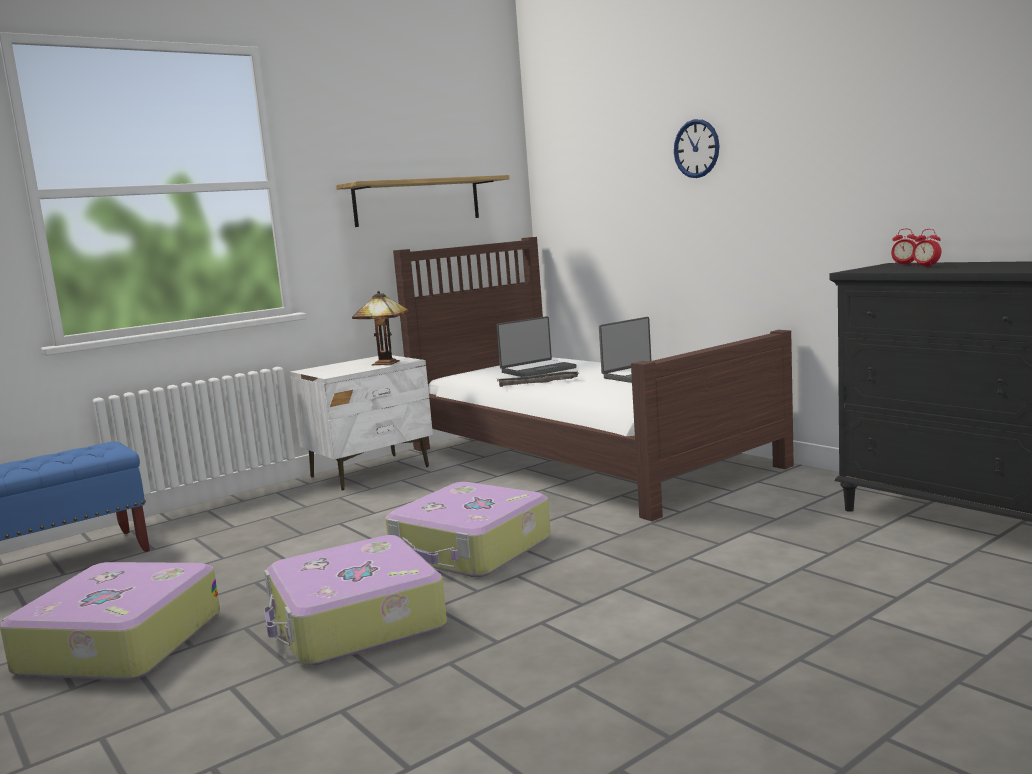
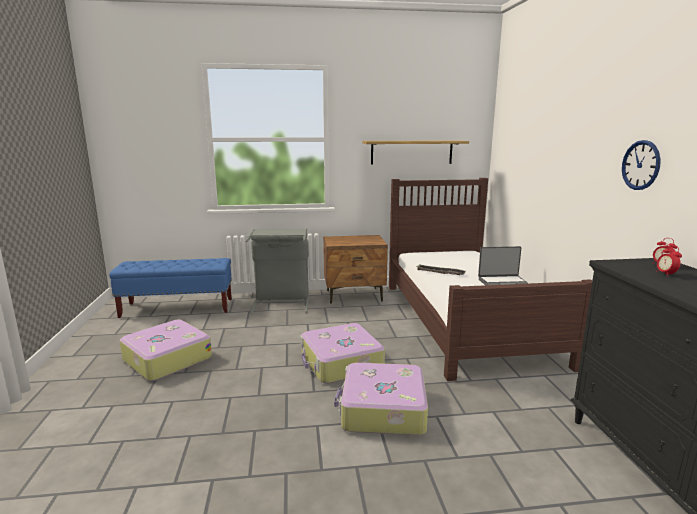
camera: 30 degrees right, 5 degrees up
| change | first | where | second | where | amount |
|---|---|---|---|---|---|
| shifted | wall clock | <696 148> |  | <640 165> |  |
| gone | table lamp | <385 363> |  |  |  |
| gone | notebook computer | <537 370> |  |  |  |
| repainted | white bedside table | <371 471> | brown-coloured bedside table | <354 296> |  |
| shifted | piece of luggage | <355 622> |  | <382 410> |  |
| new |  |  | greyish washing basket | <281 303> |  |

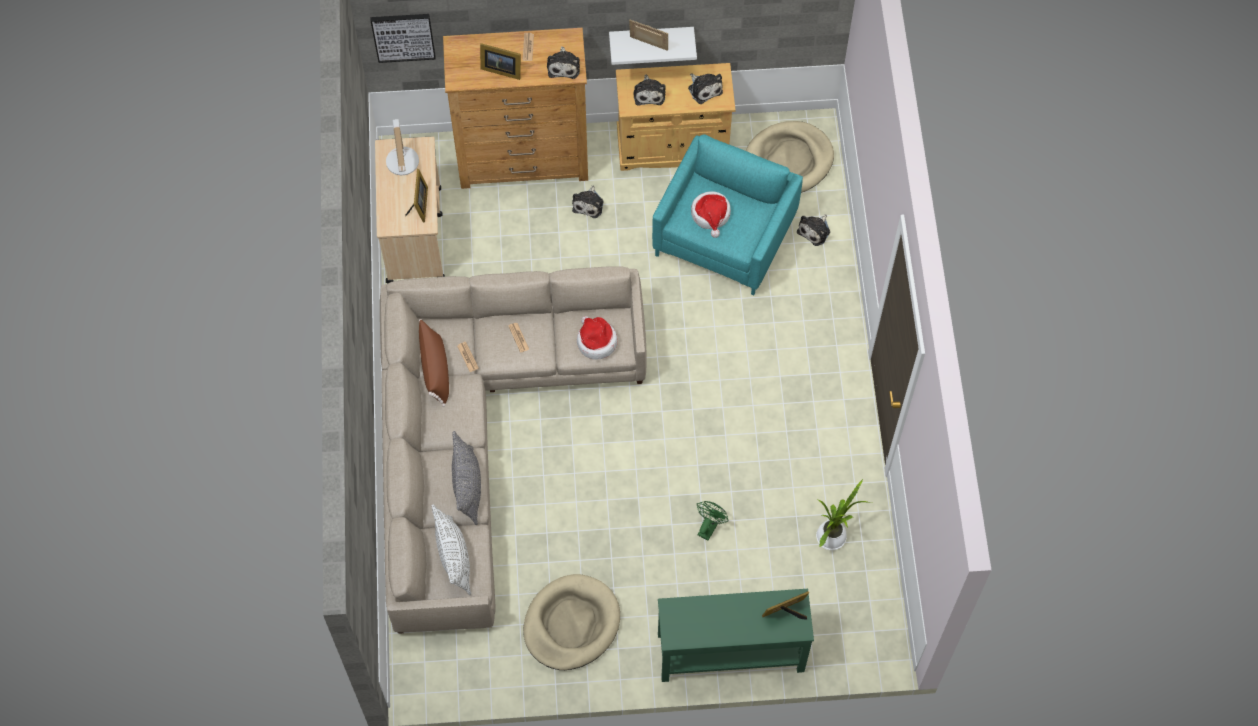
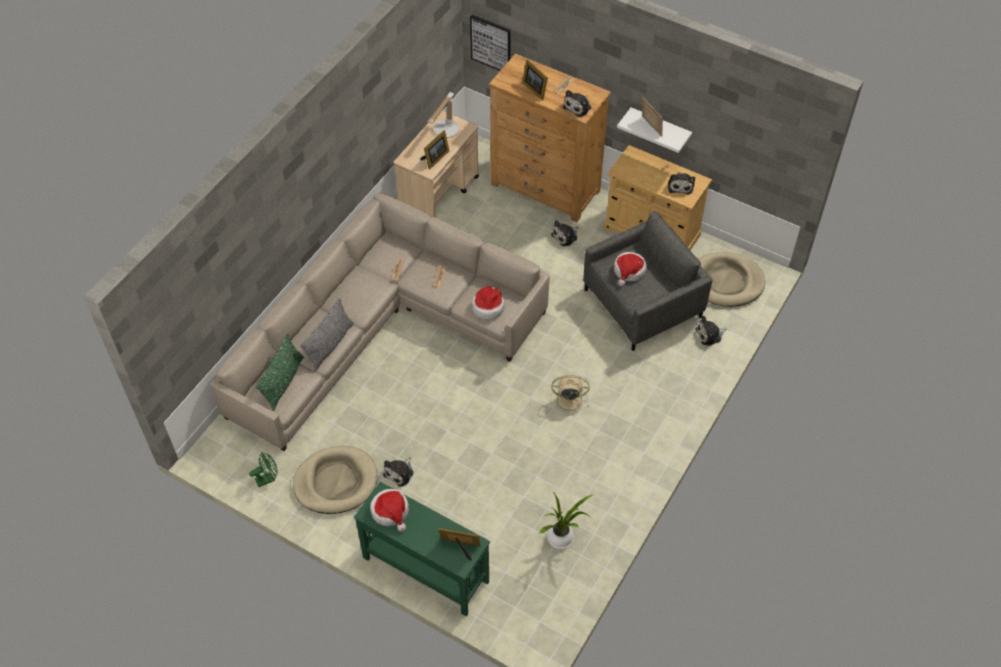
camera: 35 degrees right, 10 degrees down
| change | first | where | second | where | amount |
|---|---|---|---|---|---|
| shifted | cuddly toy | <649 93> |  | <400 473> |  |
| repainted | turquoise-coloured easy chair | <725 236> | greyish easy chair | <643 304> |  |
| gone | brown-coloured pillow | <435 369> |  |  |  |
| shifted | green-coloured cooling fan | <709 526> |  | <268 478> |  |
| repainted | white pillow | <454 557> | green-coloured pillow | <283 382> |  |
| new |  |  | sand-coloured cooling fan | <568 400> |  |
| new |  |  | hat | <391 511> |  |

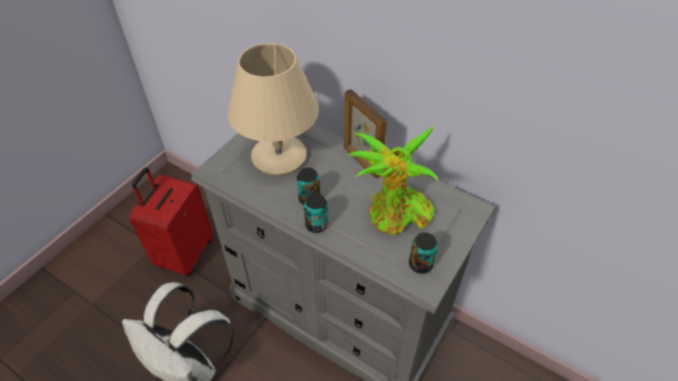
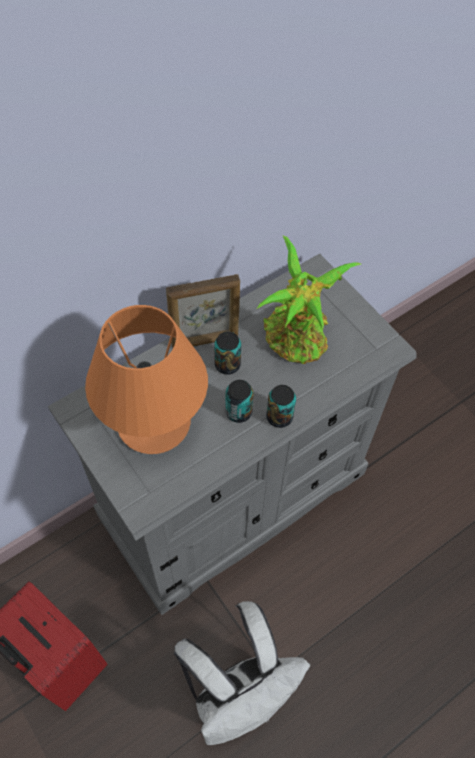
camera: 70 degrees left, 10 degrees up
| change | first | where | second | where | amount |
|---|---|---|---|---|---|
| repainted | sand-coloured table lamp | <279 156> | orangey table lamp | <154 422> |  |
| shifted | metal can | <420 264> |  | <227 365> |  |

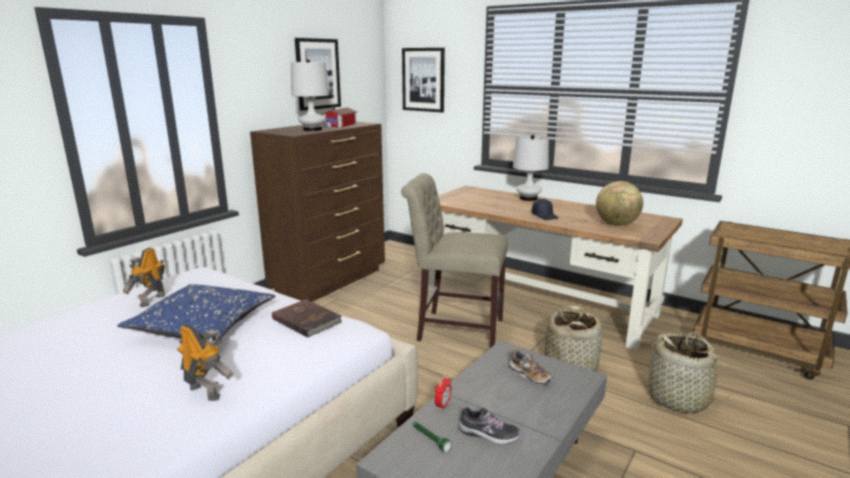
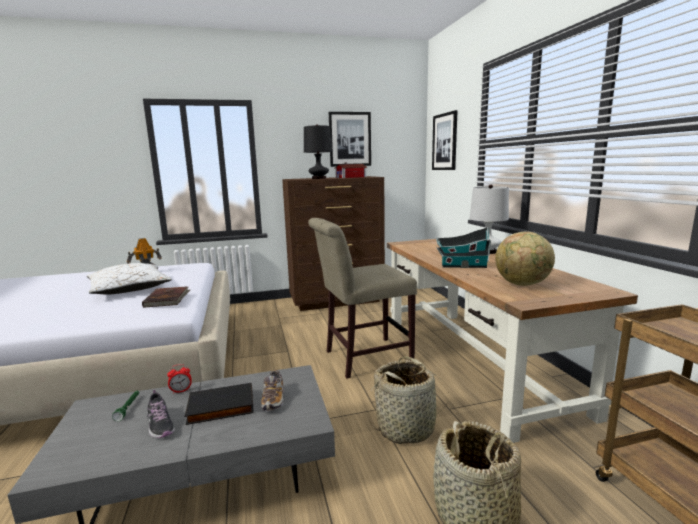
camera: 40 degrees right, 5 degrees down
| change | first | where | second | where | amount |
|---|---|---|---|---|---|
| repainted | white table lamp | <312 129> | blackish table lamp | <319 178> |  |
| rotated | sand-coloured chair | <455 329> |  | <363 357> | 75 degrees counterclockwise |
| swapped | blackish cap | <545 216> | miniature house | <462 266> |  |
| repainted | bluish pillow | <203 326> | white pillow | <129 289> |  |
| gone | toy robot | <206 391> |  |  |  |
| new |  |  | blackish bound book | <220 408> |  |

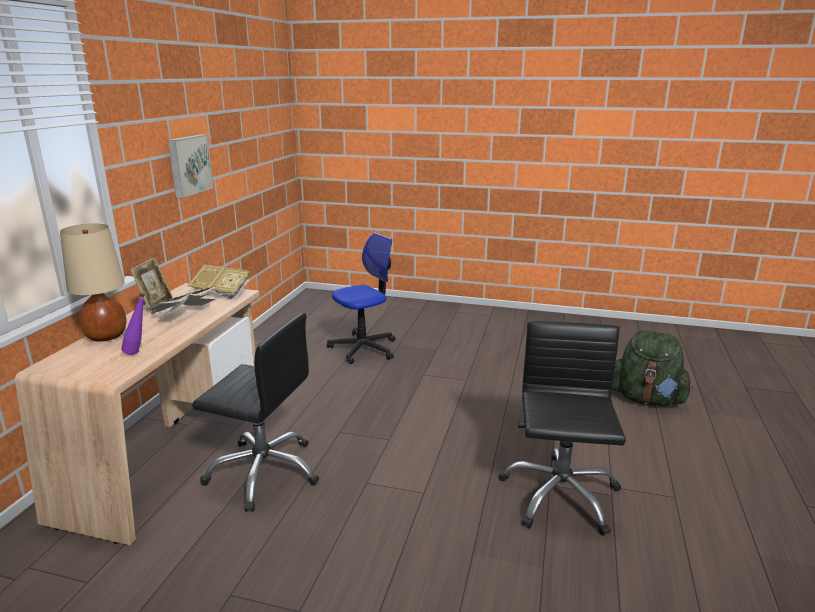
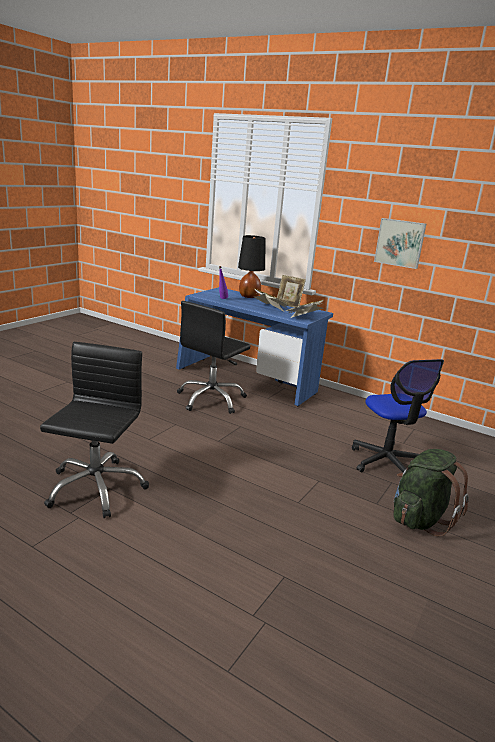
camera: 105 degrees right, 0 degrees up
| change | first | where | second | where | amount |
|---|---|---|---|---|---|
| repainted | sand-coloured table lamp | <105 336> | blackish table lamp | <249 296> |  |
| repainted | sand-coloured desk unit | <172 454> | bluish desk unit | <247 381> |  |
| rotated | blackish desk chair | <559 495> |  | <95 488> | 105 degrees counterclockwise |
| shifted | green-coloured knapsack | <646 399> |  | <420 519> |  |

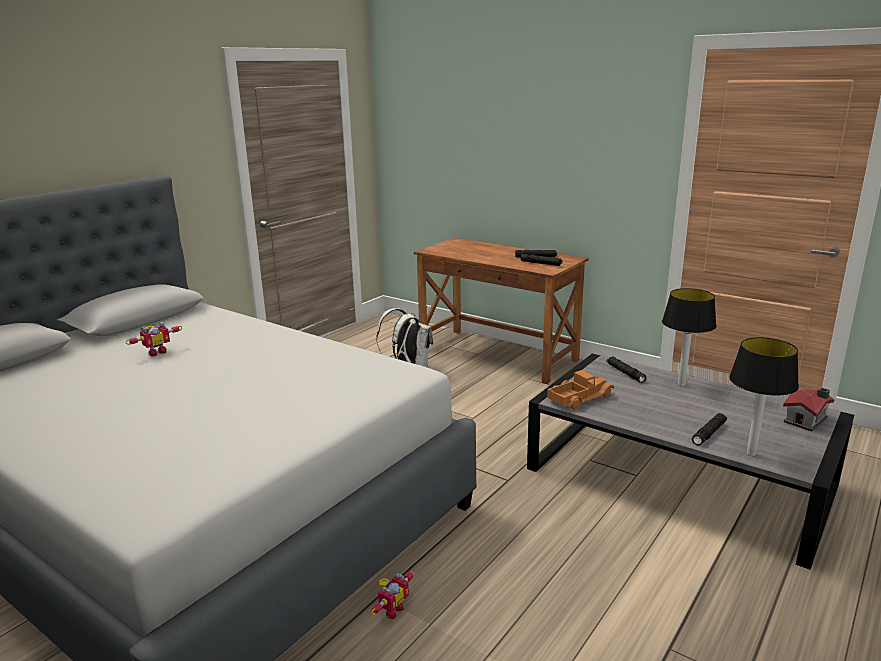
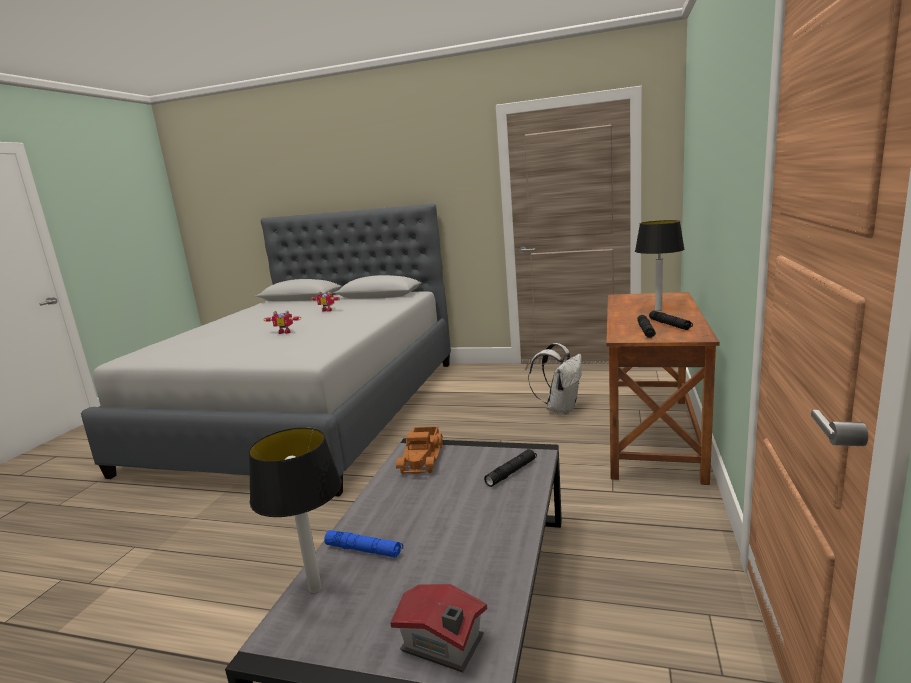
camera: 70 degrees right, 5 degrees down
| change | first | where | second | where | amount |
|---|---|---|---|---|---|
| shifted | table lamp | <681 385> |  | <658 310> |  |
| rotated | toy lorry | <578 398> |  | <423 458> | 60 degrees clockwise |
| repainted | blackish hand torch | <709 433> | bluish hand torch | <364 550> |  |
| shifted | toy robot | <391 609> |  | <286 332> |  |

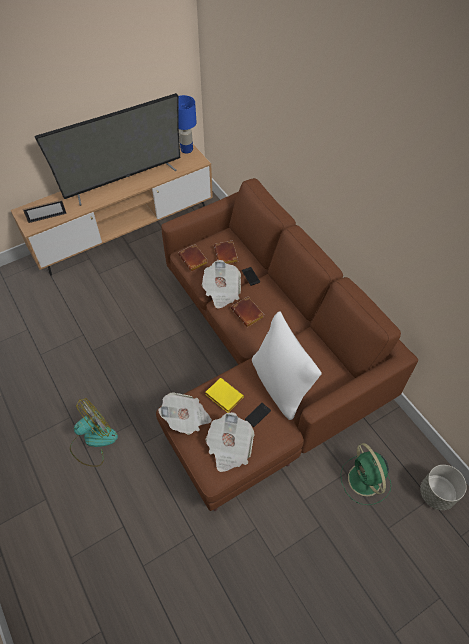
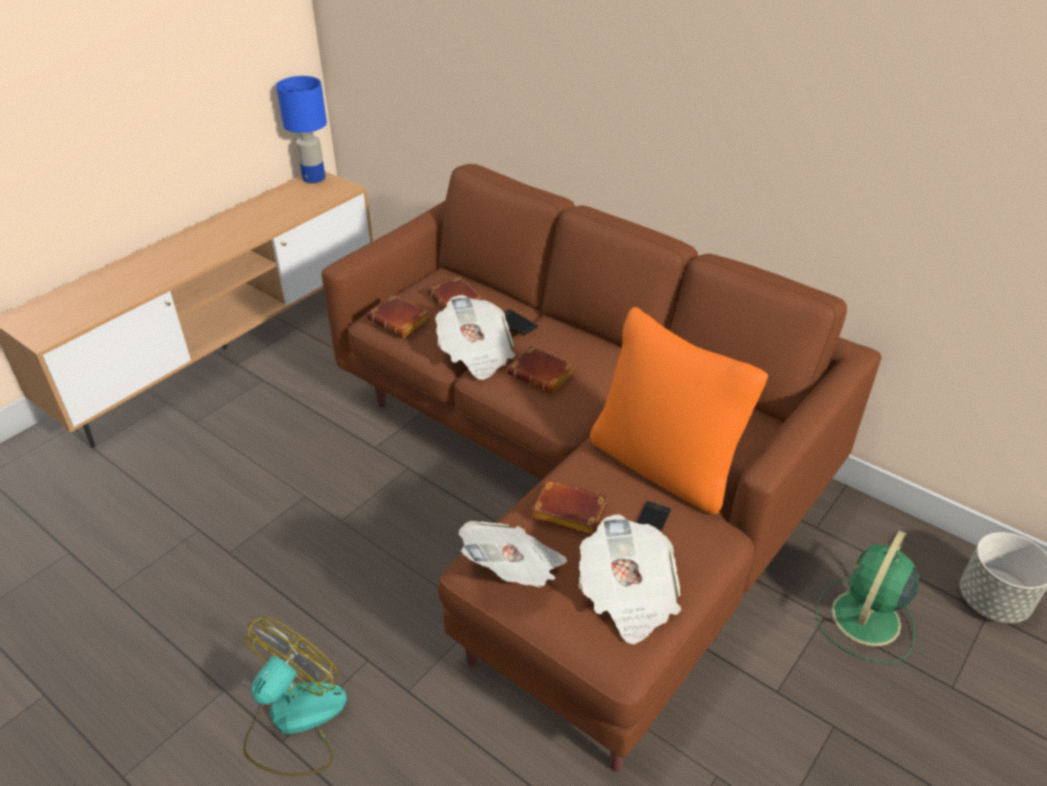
camera: 20 degrees left, 15 degrees down
| change | first | where | second | where | amount |
|---|---|---|---|---|---|
| gone | TV | <123 180> |  |  |  |
| gone | standing frame | <47 217> |  |  |  |
| repainted | white pillow | <281 385> | orangey pillow | <664 465> |  |
| repainted | yellow bound book | <223 396> | brown-coloured bound book | <566 513> |  |
| rotated | green-coloured cooling fan | <365 481> |  | <864 620> | 75 degrees clockwise |

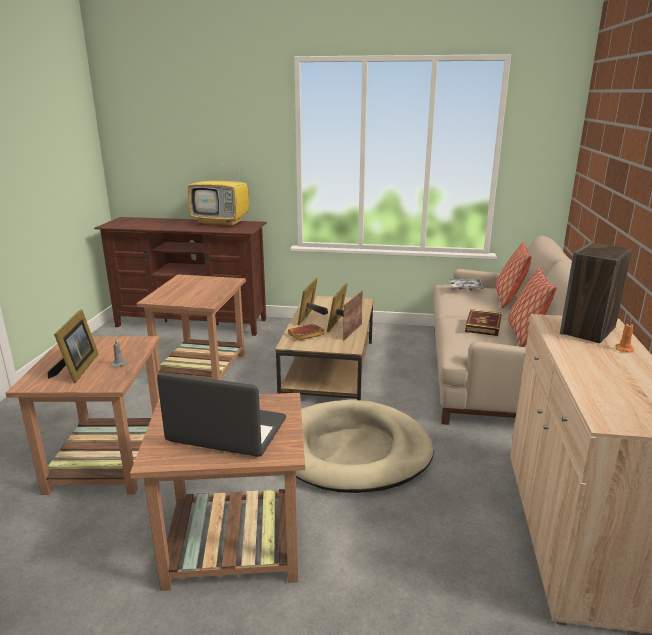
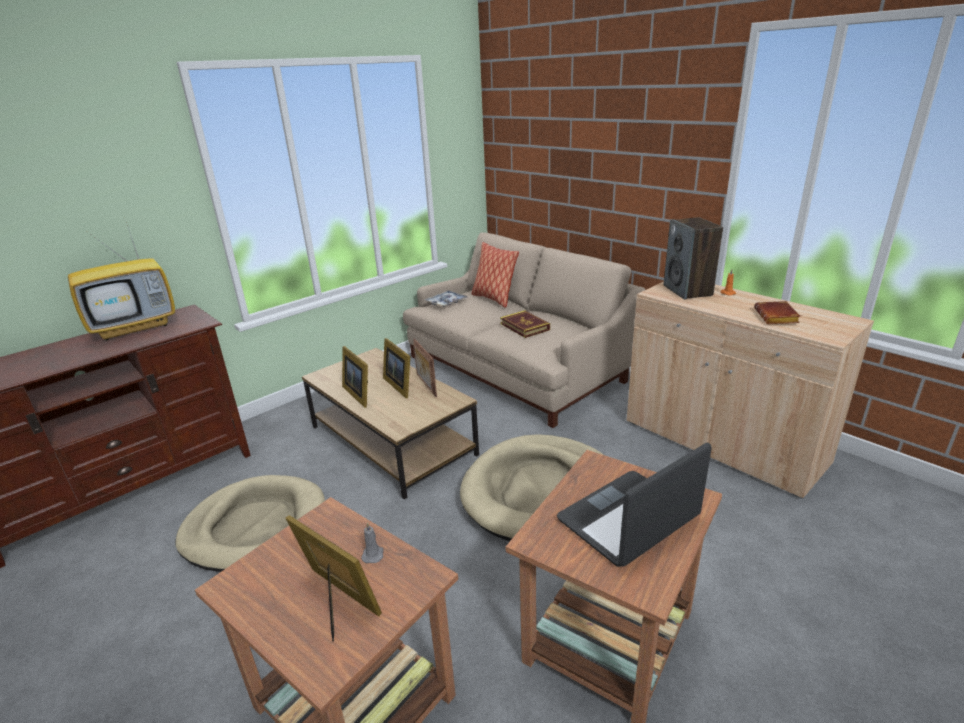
camera: 50 degrees left, 5 degrees up
| change | first | where | second | where | amount |
|---|---|---|---|---|---|
| gone | pillow | <524 336> |  |  |  |
| swapped | brown-coloured accent table | <202 367> | sand-coloured dog cushion | <255 526> |  |
| shifted | brown-coloured bound book | <306 335> |  | <777 317> |  |

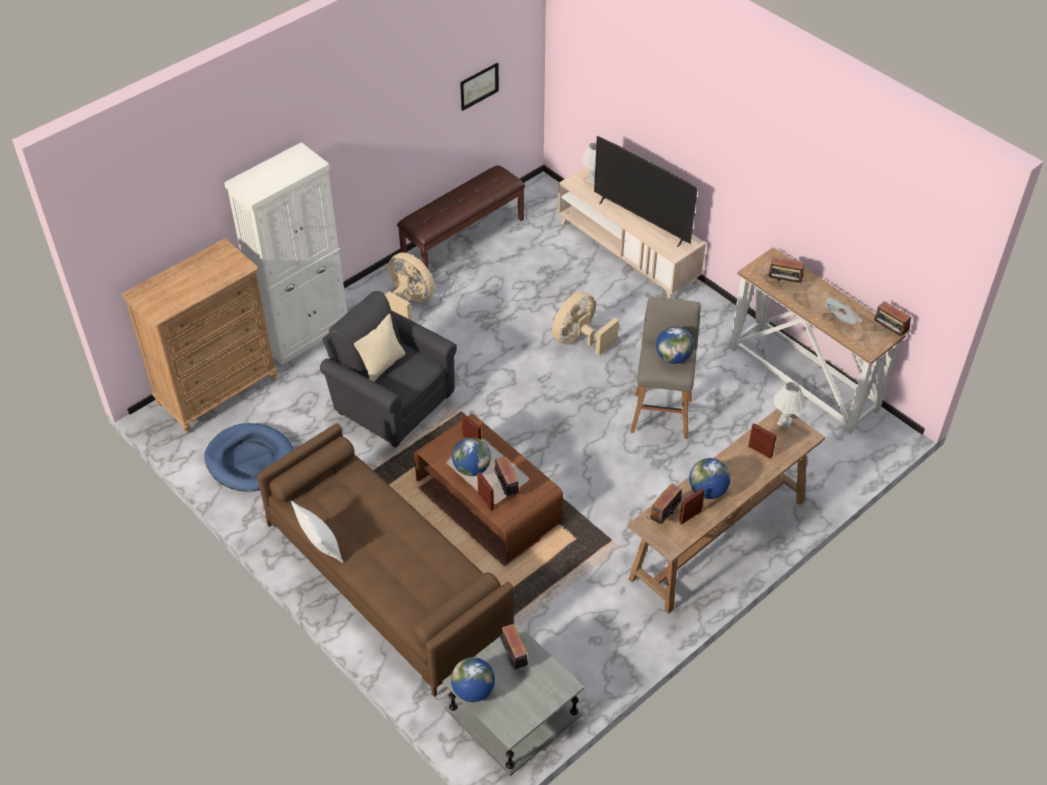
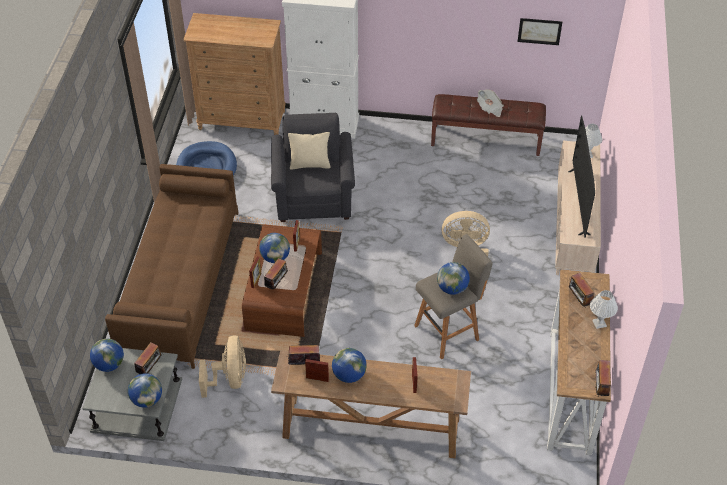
camera: 50 degrees right, 0 degrees up
| change | first | where | second | where | amount |
|---|---|---|---|---|---|
| shifted | sand-coloured cooling fan | <409 302> |  | <229 379> |  |
| shifted | newspaper | <841 319> |  | <490 109> |  |
| shifted | white table lamp | <784 422> |  | <599 323> |  |
| gone | white pillow | <321 547> |  |  |  |
| new |  |  | globe | <147 400> |  |

